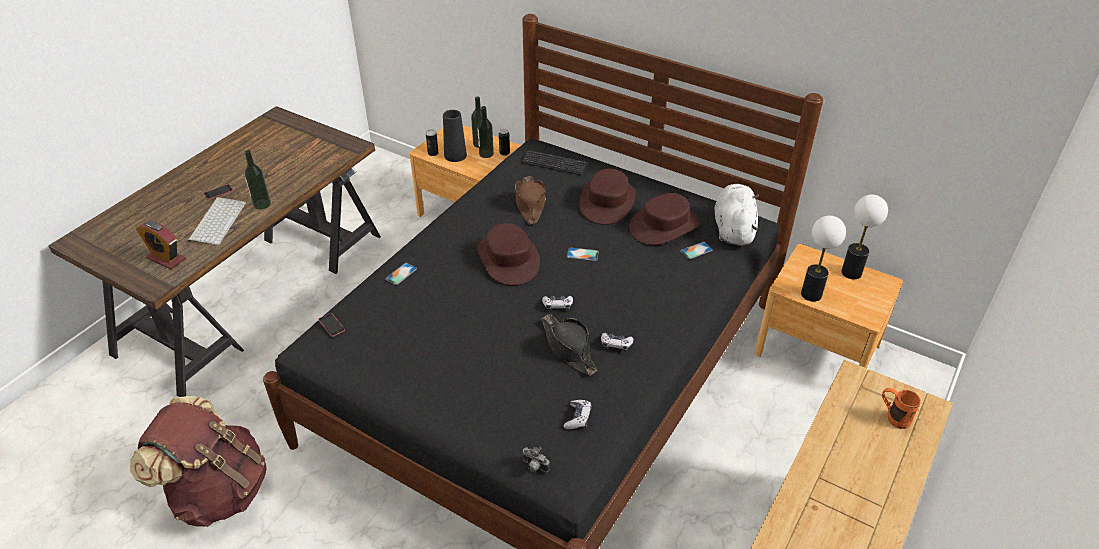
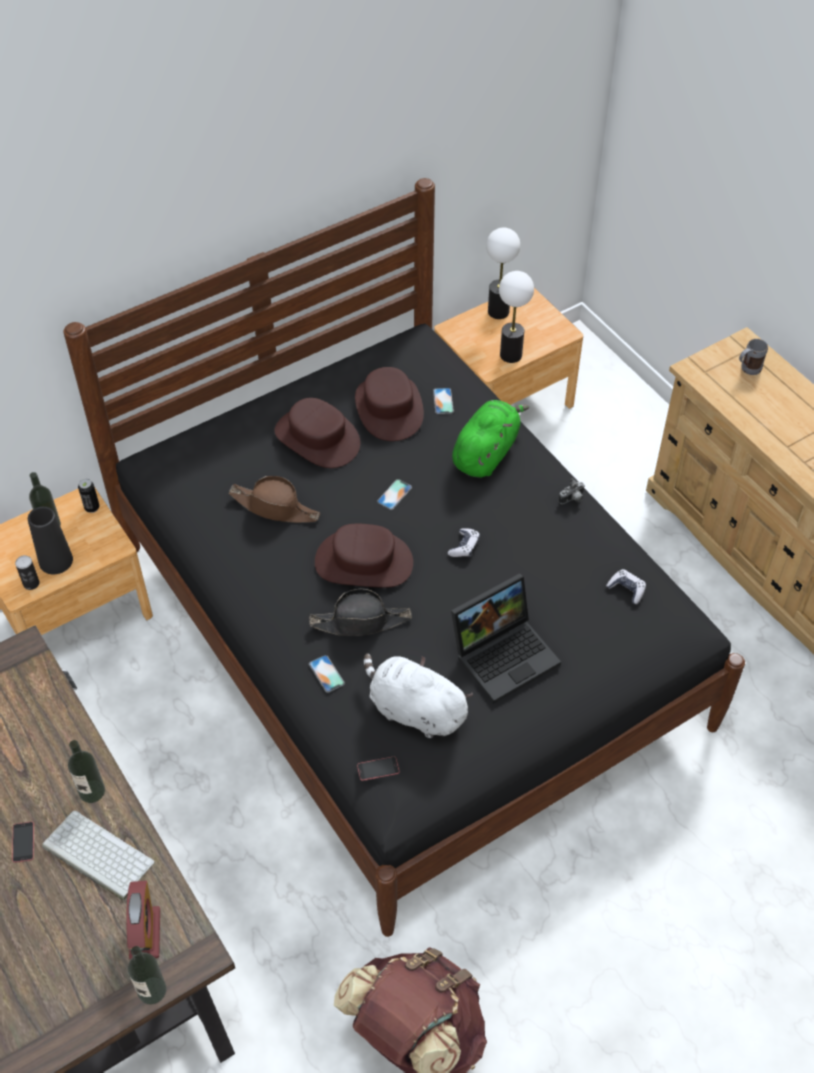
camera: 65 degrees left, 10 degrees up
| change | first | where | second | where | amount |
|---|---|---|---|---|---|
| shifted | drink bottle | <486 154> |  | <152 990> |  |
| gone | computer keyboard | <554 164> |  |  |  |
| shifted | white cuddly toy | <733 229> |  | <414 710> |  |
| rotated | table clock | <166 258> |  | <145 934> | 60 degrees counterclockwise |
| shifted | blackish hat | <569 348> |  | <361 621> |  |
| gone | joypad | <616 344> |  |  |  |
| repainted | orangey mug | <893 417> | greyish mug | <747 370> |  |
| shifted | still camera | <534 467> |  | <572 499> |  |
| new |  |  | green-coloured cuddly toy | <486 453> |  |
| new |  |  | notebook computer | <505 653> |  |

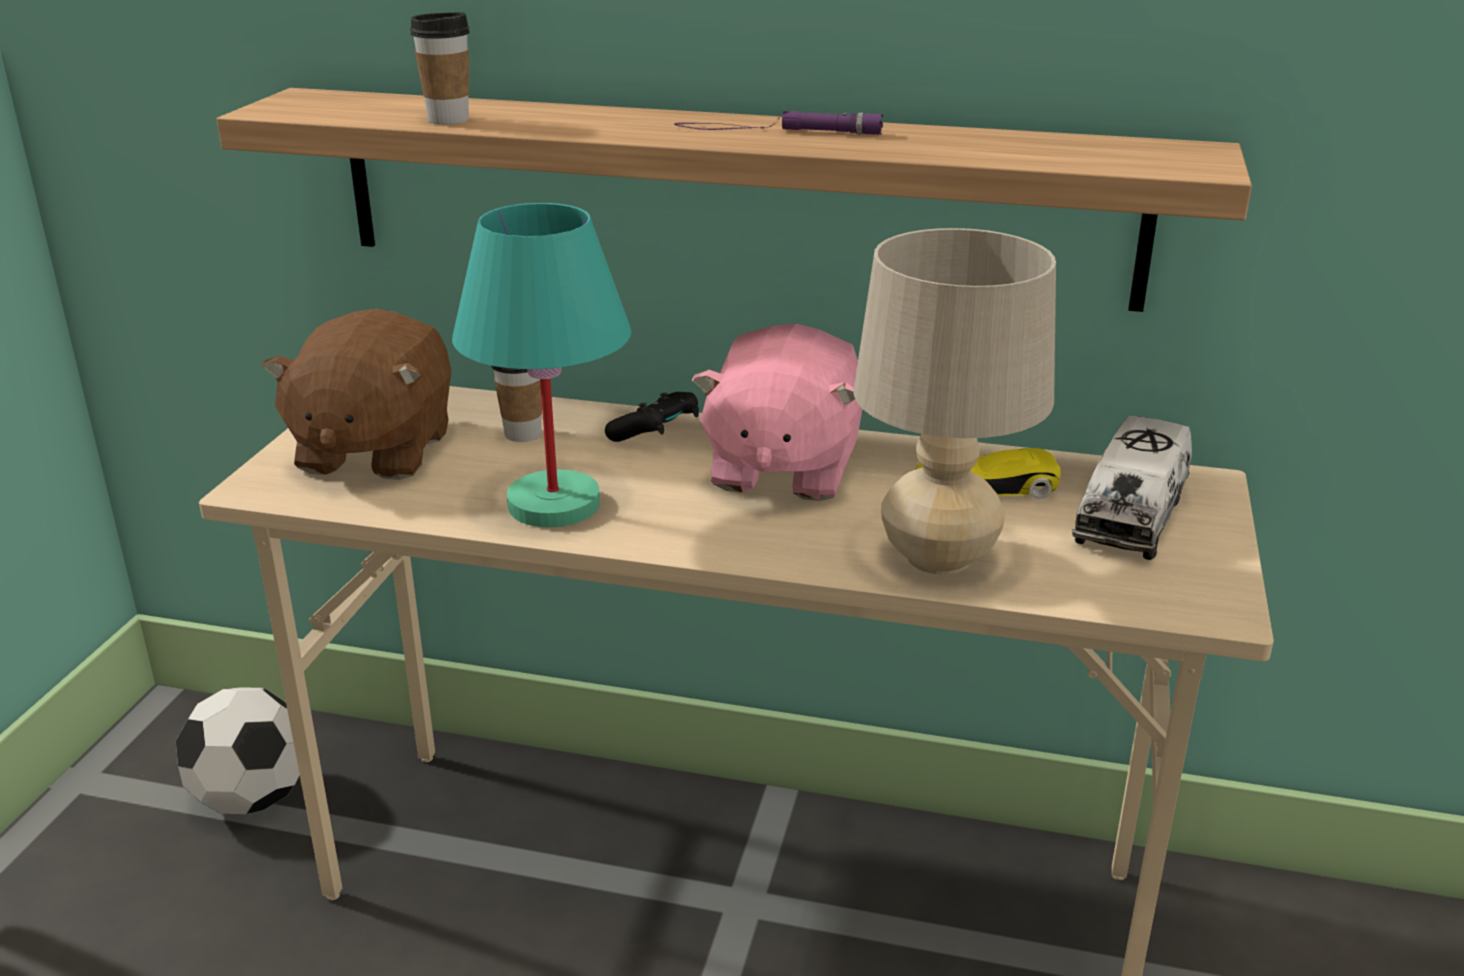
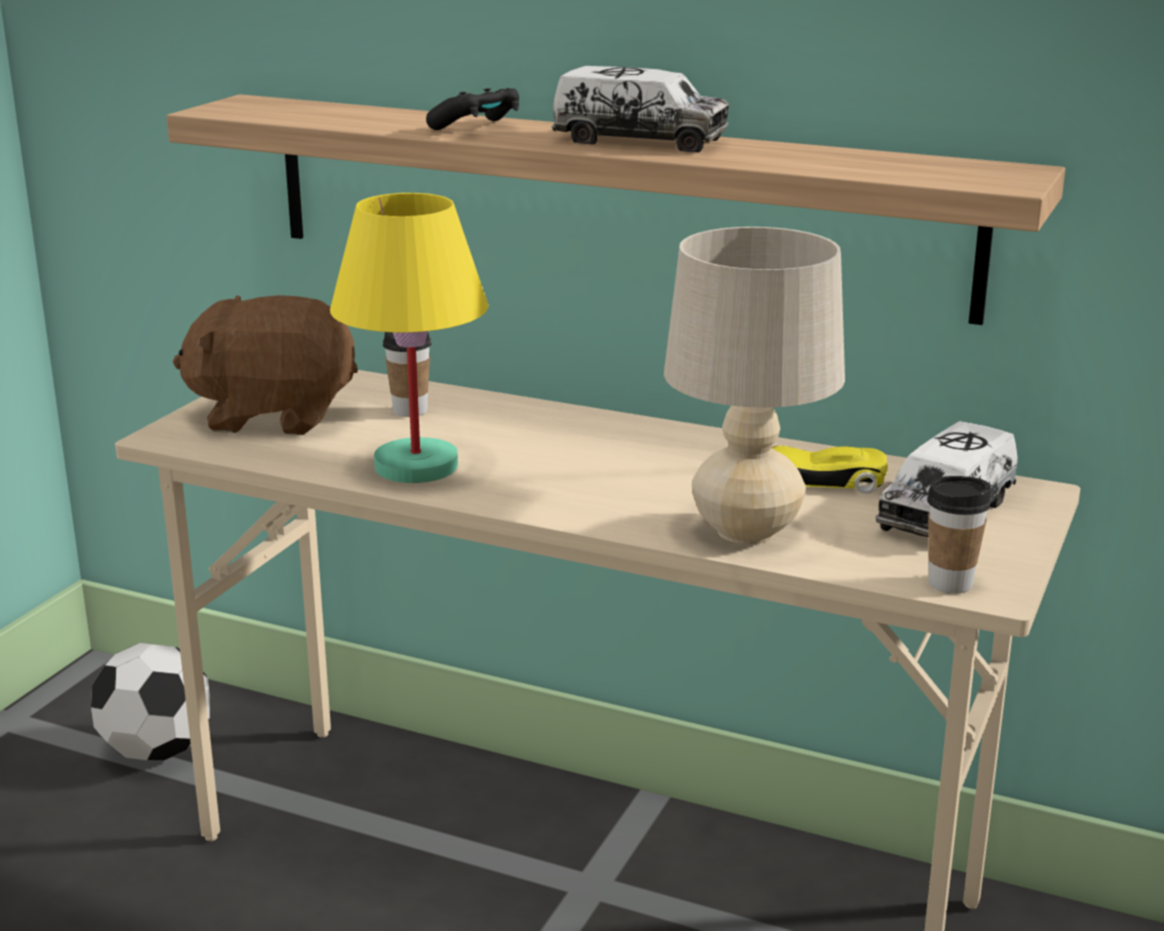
camera: 10 degrees right, 5 degrees down
| change | first | where | second | where | amount |
|---|---|---|---|---|---|
| shifted | cup | <448 119> |  | <950 583> |  |
| swapped | purple-coloured hand torch | <776 130> | toy lorry | <640 141> |  |
| repainted | turquoise-coloured table lamp | <556 505> | yellow table lamp | <418 467> |  |
| rotated | brown-coloured cuddly toy | <373 451> |  | <274 415> | 75 degrees clockwise |
| gone | pink cuddly toy | <781 469> |  |  |  |
| shifted | blackish joypad | <656 434> |  | <478 128> |  |

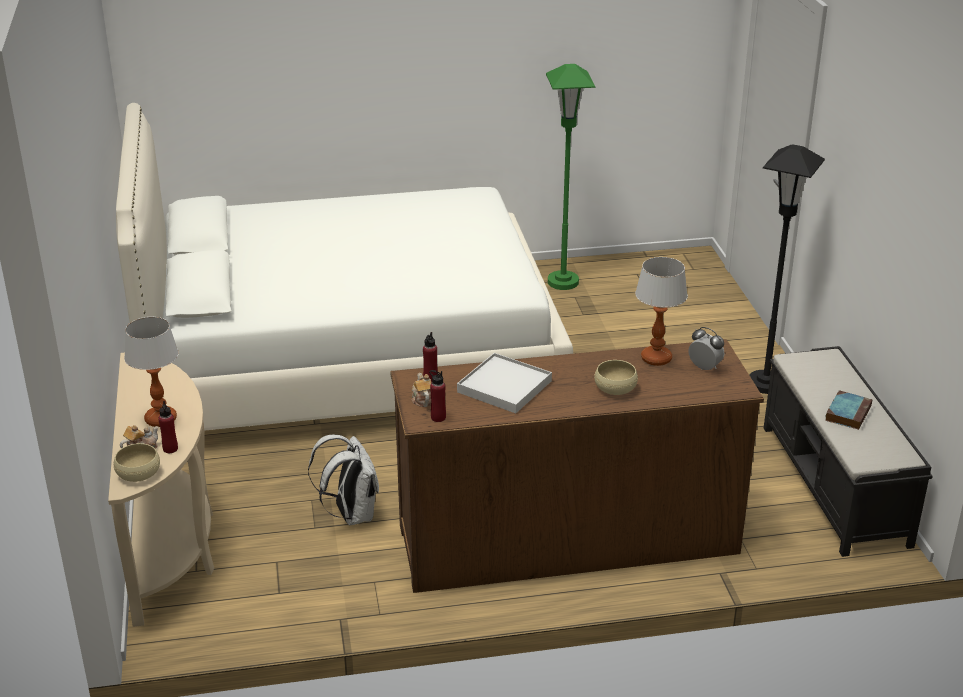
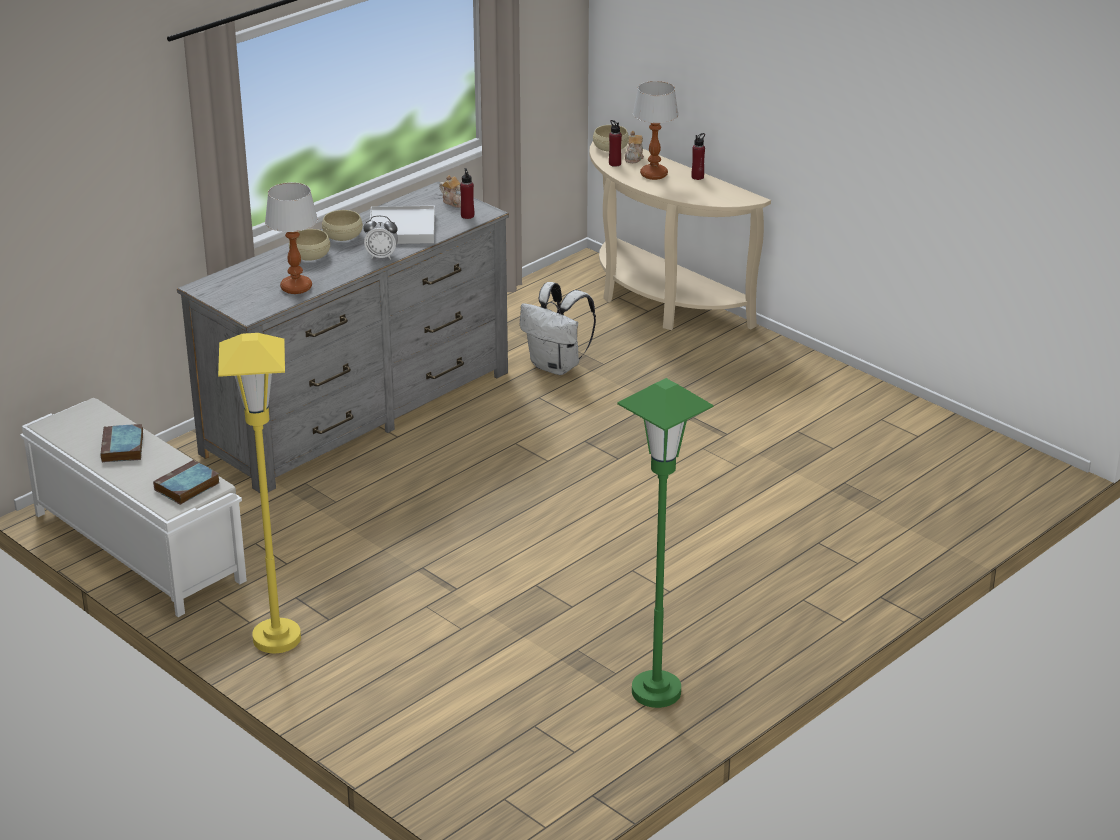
camera: 145 degrees right, 0 degrees up
| change | first | where | second | where | amount |
|---|---|---|---|---|---|
| gone | white bedroom bed | <348 357> |  |  |  |
| repainted | blackish floor lamp | <765 384> | yellow floor lamp | <276 638> |  |
| shifted | table clock | <704 367> |  | <381 256> |  |
| repainted | brown-coloured chest of drawers | <567 539> | greyish chest of drawers | <358 412> |  |
| repainted | blackish indoor bench | <835 485> | white indoor bench | <137 547> |  |
| shifted | reddish drink bottle | <438 417> |  | <697 177> |  |
| new |  |  | sand-coloured serving bowl | <343 236> |  |
| new |  |  | bound book | <186 487> |  |

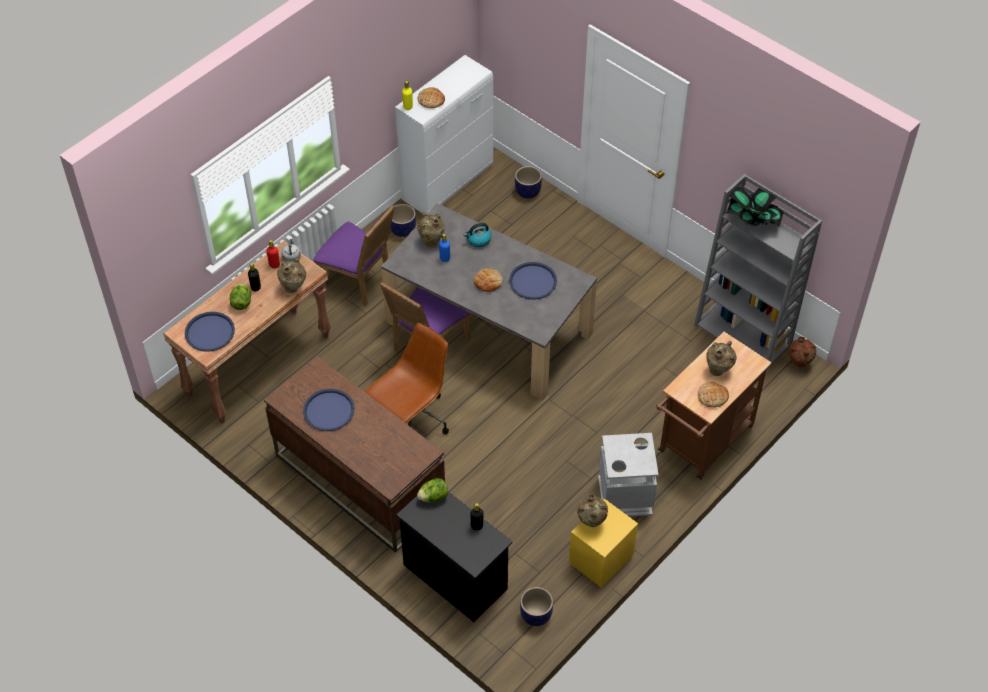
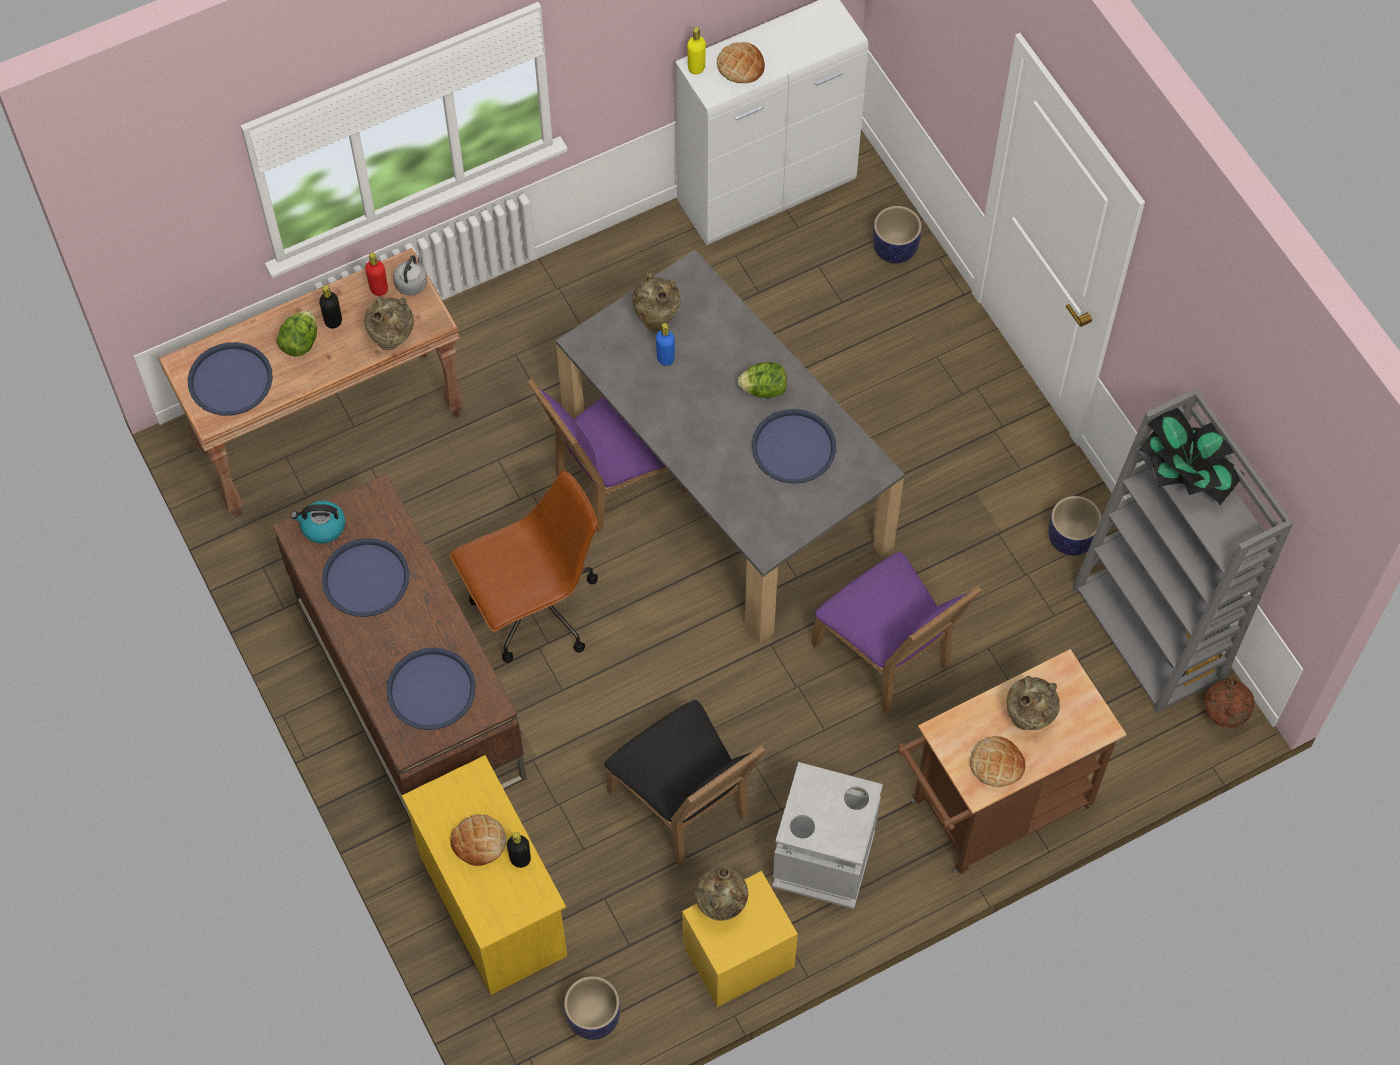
camera: 20 degrees right, 10 degrees up
| change | first | where | second | where | amount |
|---|---|---|---|---|---|
| shifted | plant pot | <403 229> |  | <1071 538> |  |
| shifted | purple-coloured chair | <358 281> |  | <888 657> |  |
| shifted | kettle | <478 240> |  | <322 527> |  |
| shifted | baked bread | <488 282> |  | <479 842> |  |
| shifted | head of lettuce | <433 497> |  | <764 389> |  |
| repainted | blackish chest of drawers | <455 576> | yellow chest of drawers | <493 905> |  |
| new |  |  | bluish serving tray | <431 690> |  |
| new |  |  | blackish chair | <685 806> |  |

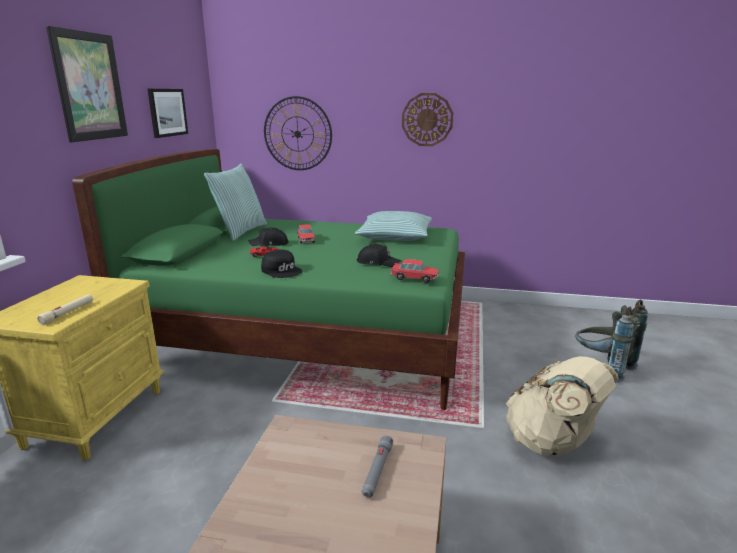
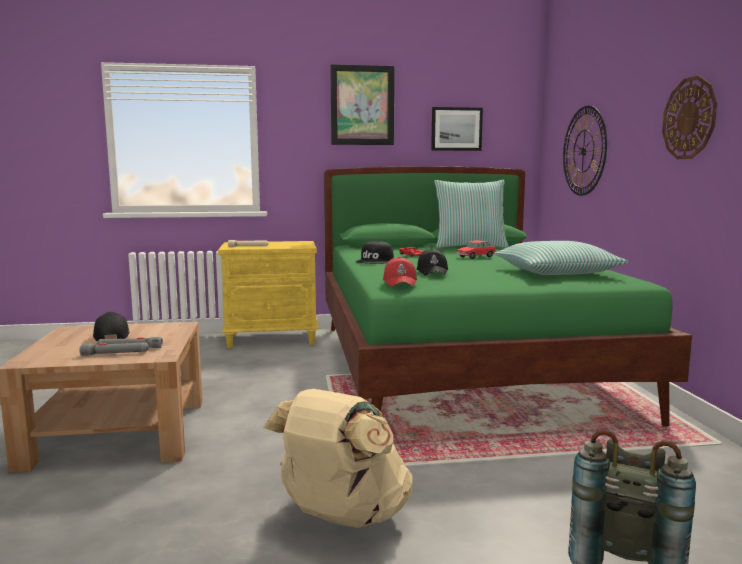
camera: 70 degrees right, 10 degrees down
| change | first | where | second | where | amount |
|---|---|---|---|---|---|
| shifted | blackish cap | <269 244> |  | <111 336> |  |
| swapped | toy car | <414 278> | reddish cap | <400 282> |  |
| new |  |  | greyish hand torch | <115 353> |  |

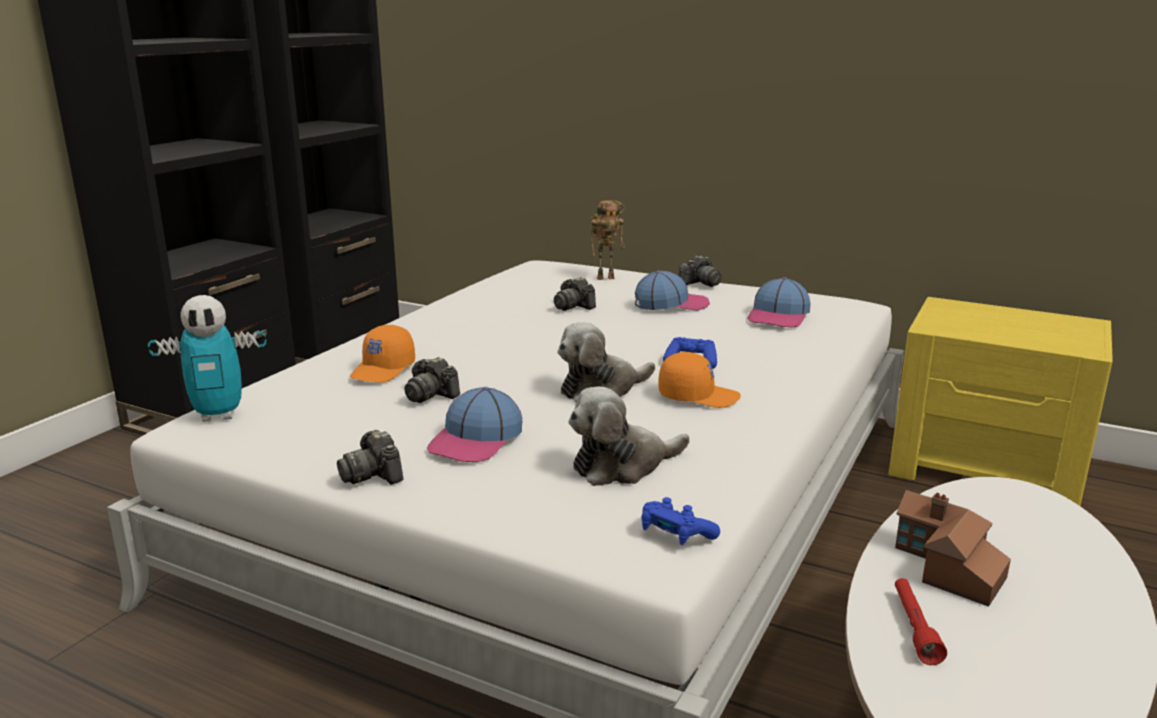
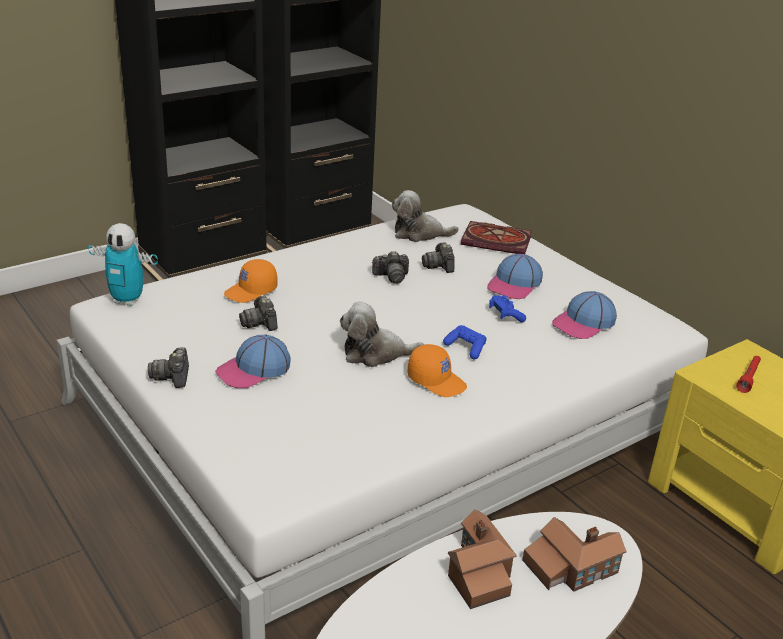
camera: 25 degrees right, 10 degrees up
| change | first | where | second | where | amount |
|---|---|---|---|---|---|
| swapped | toy robot | <606 278> | bound book | <498 241> |  |
| shifted | still camera | <700 283> |  | <391 277> |  |
| rotated | cap | <671 303> |  | <514 285> | 105 degrees clockwise |
| shifted | cuddly toy | <622 466> |  | <419 234> |  |
| shifted | bluish joypad | <675 535> |  | <505 315> |  |
| shifted | reddish hand torch | <914 628> |  | <748 378> |  |
| new |  |  | miniature house | <570 567> |  |

